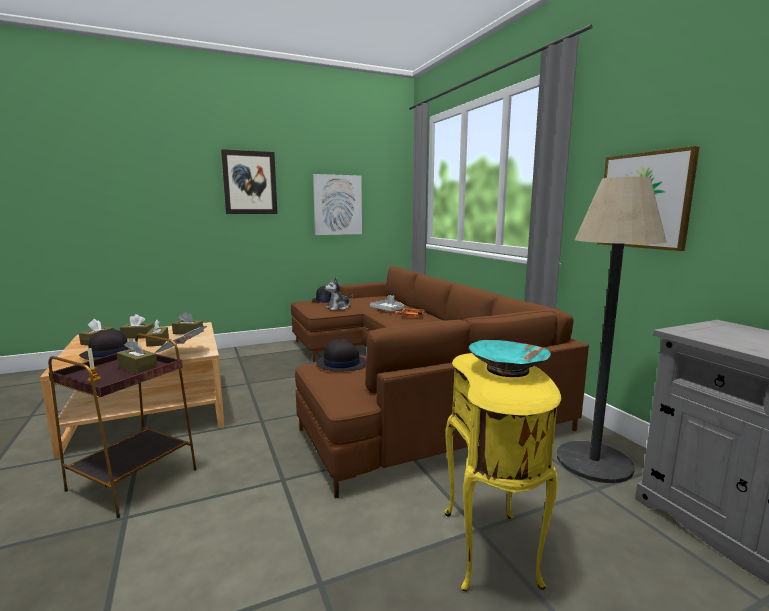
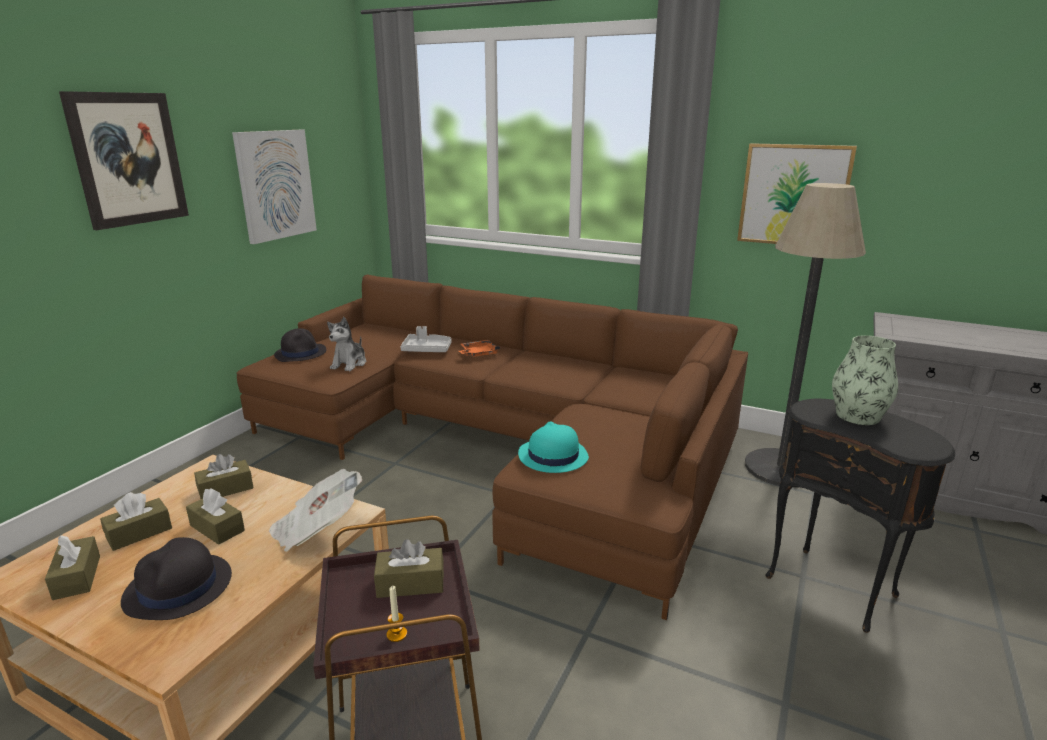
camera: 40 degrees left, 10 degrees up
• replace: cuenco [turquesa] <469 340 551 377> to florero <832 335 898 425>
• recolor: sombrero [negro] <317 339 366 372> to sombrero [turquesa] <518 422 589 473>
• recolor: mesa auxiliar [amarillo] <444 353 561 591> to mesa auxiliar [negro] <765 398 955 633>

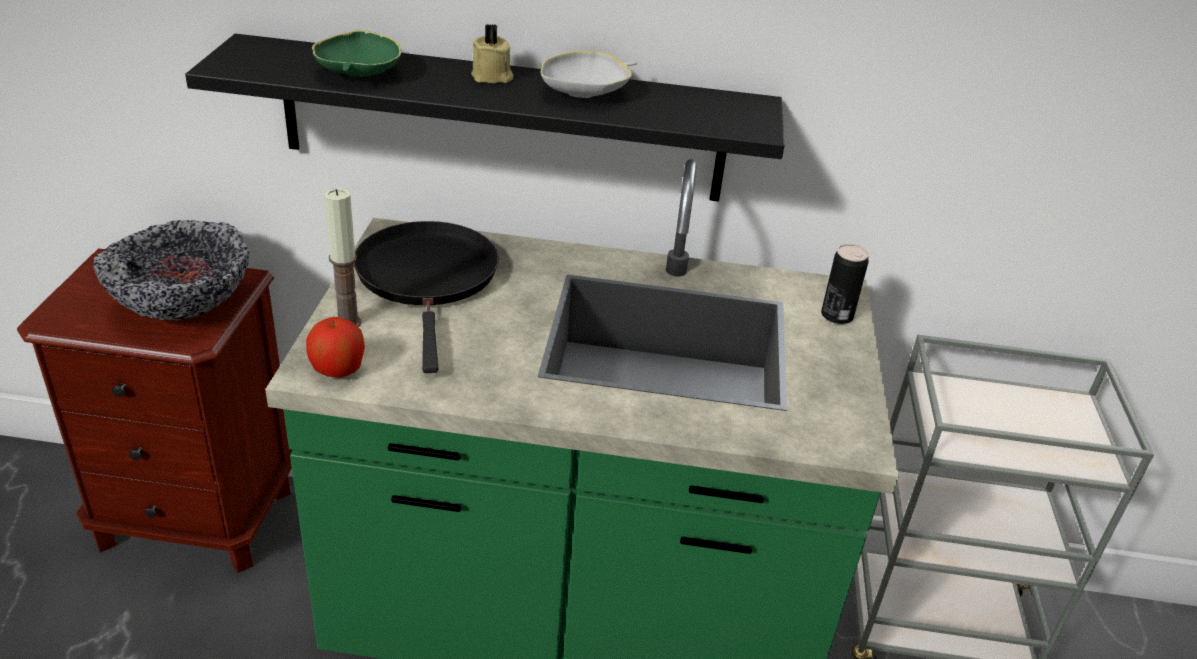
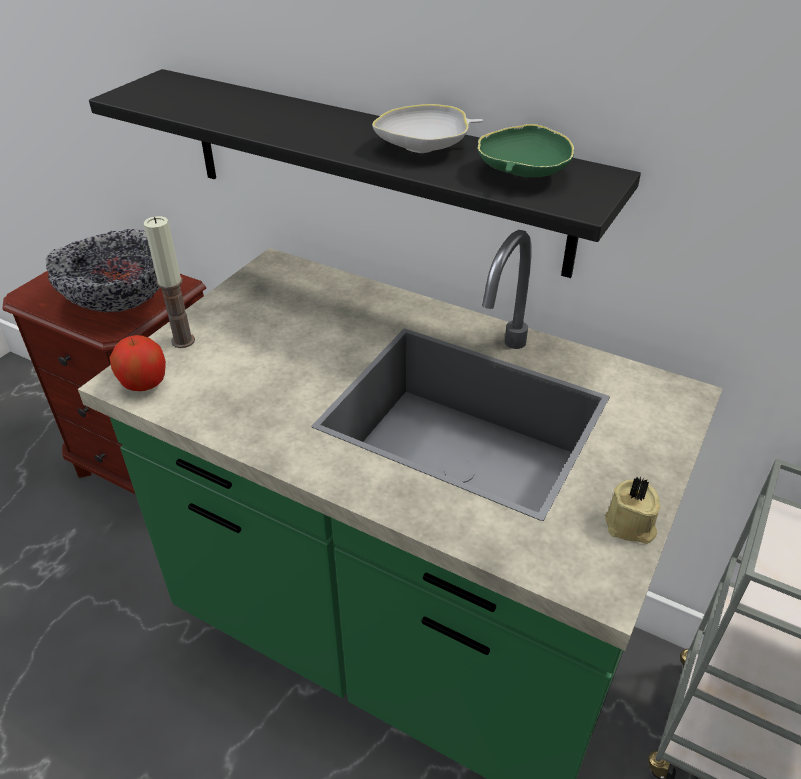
camera: 25 degrees right, 5 degrees up
• delete: sartén [negro] <354 221 499 373>
• delete: lata <821 244 869 324>
• move: cuenco [verde] <312 30 401 77> to <478 124 574 178>
• move: vela [beis] <471 24 513 83> to <605 476 661 544>

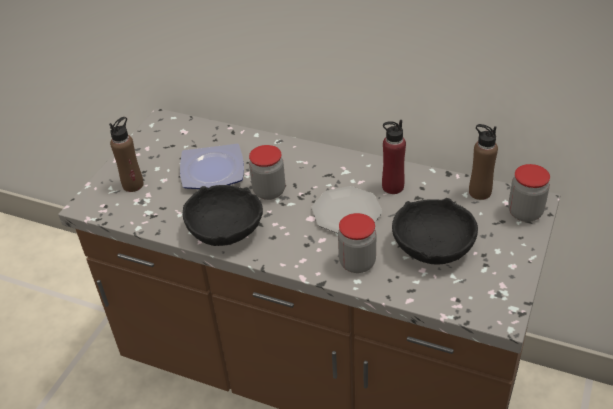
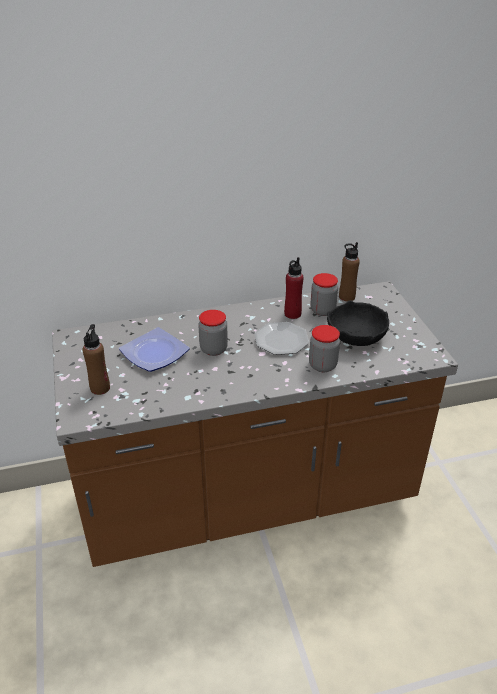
camera: 40 degrees left, 5 degrees down
• delete: cuenco [negro] <182 185 263 246>
• move: tarro <508 164 550 222> to <310 273 338 316>

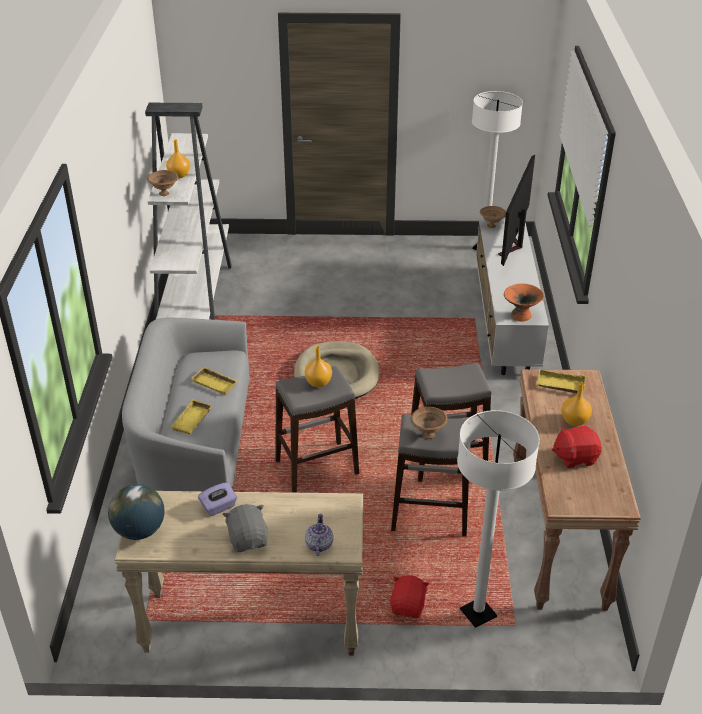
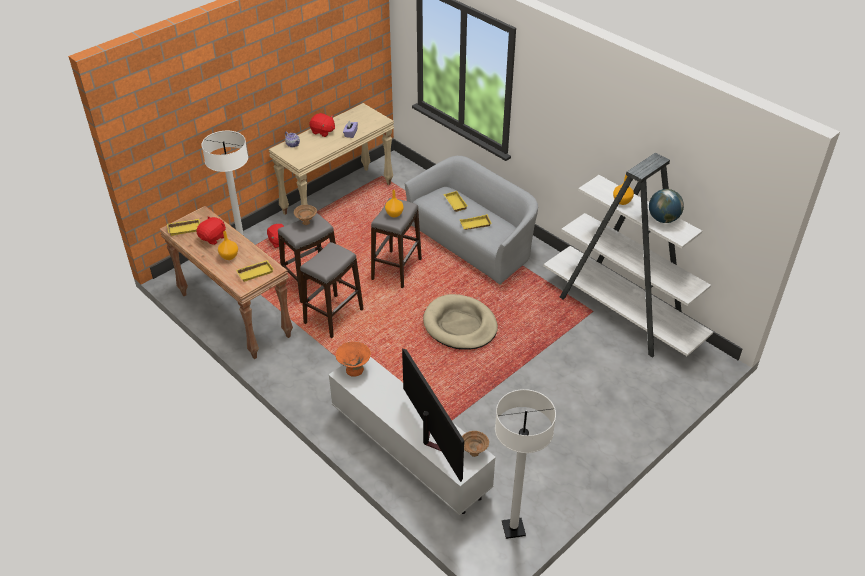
camera: 135 degrees right, 5 degrees up
• delete: cuenco [marrón] <147 170 178 196>
• insert: bandeja [amarillo] <167 219 200 236>
• move: globo terráqueo <108 484 165 540> to <649 189 684 223>
• recolor: peluche [gris] <223 504 268 552> to peluche [rojo] <309 113 335 137>

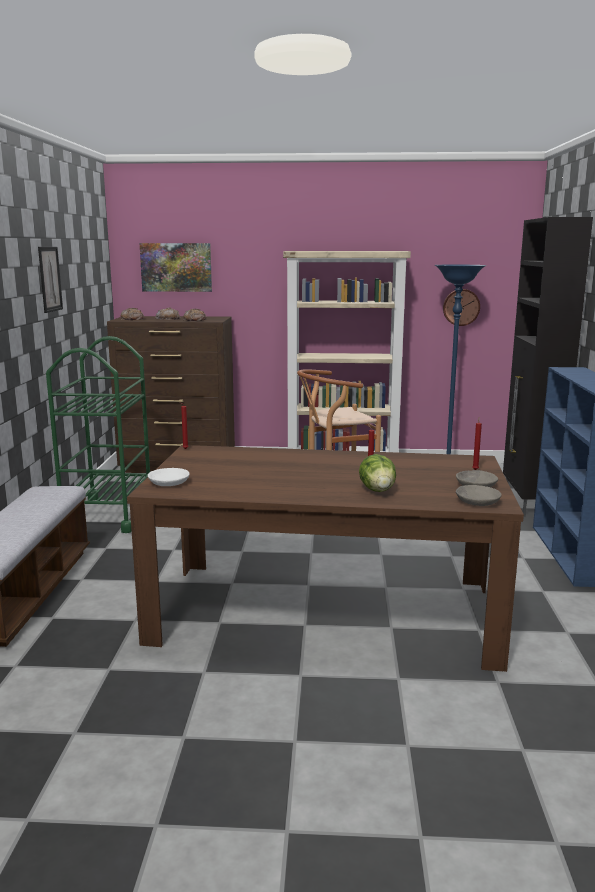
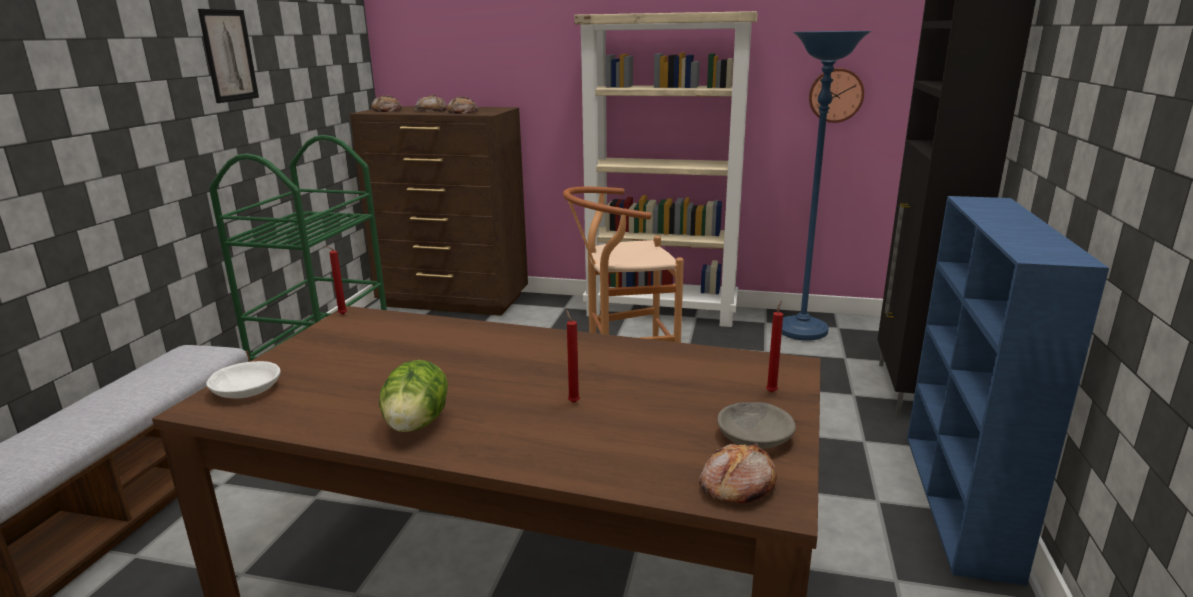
camera: 10 degrees right, 5 degrees up
• delete: cuadro <139 243 212 292>
• move: lechuga <359 454 396 492> to <379 360 448 432>
• replace: cuenco [gris] <456 485 502 506> to pan <699 444 777 503>

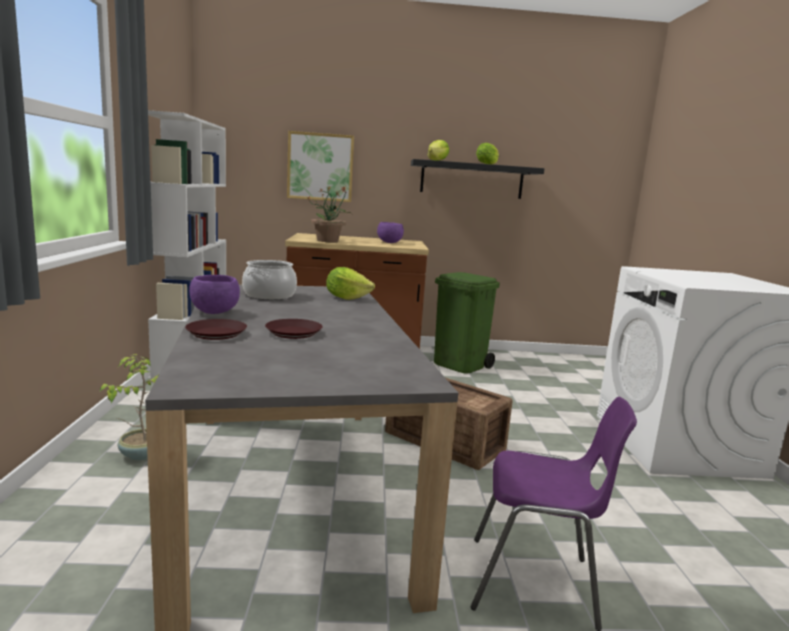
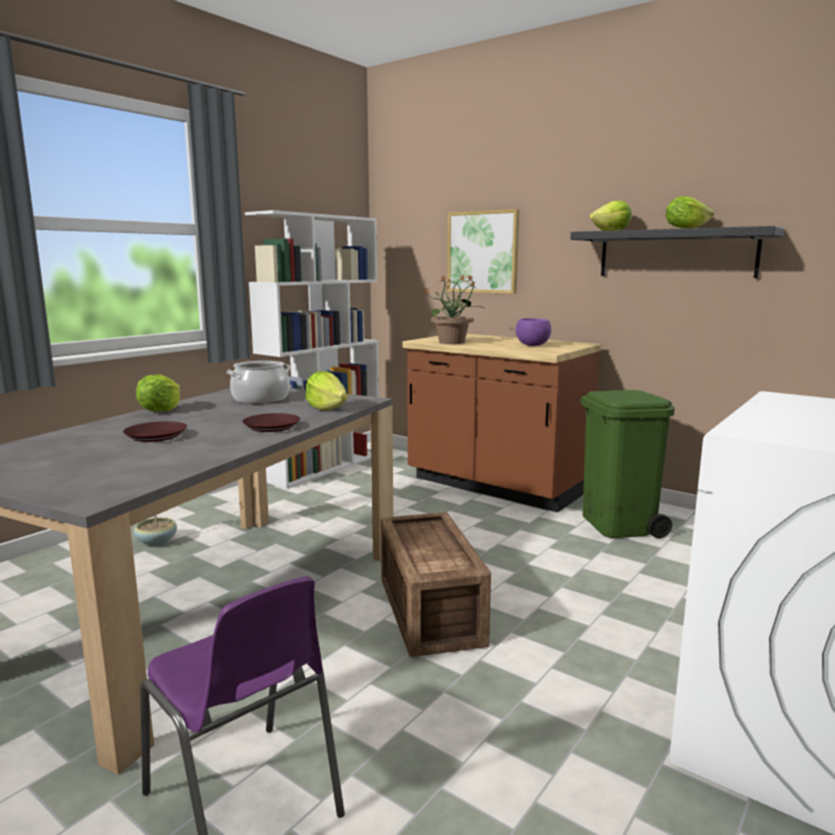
camera: 40 degrees right, 0 degrees up
• move: plato [marrón] <185 319 247 340> to <242 413 300 432>
• replace: cuenco [morado] <189 275 240 314> to lechuga <136 374 181 412>

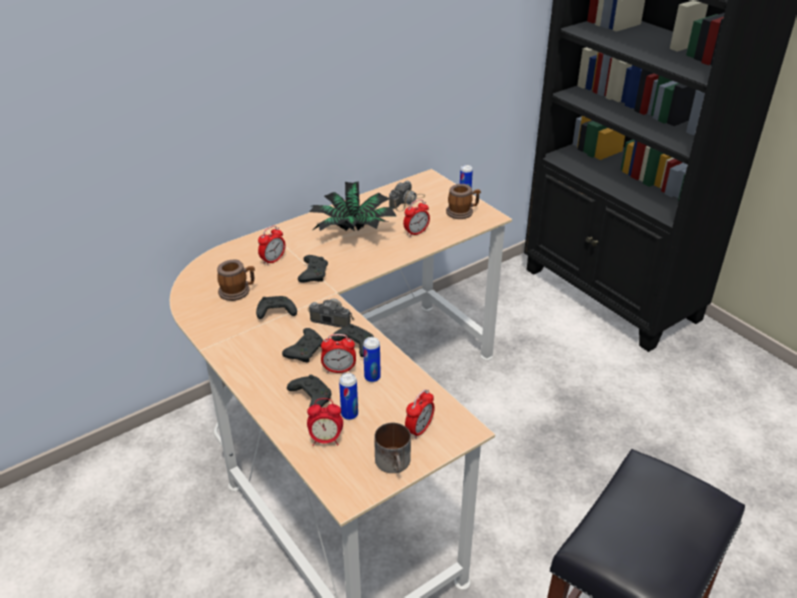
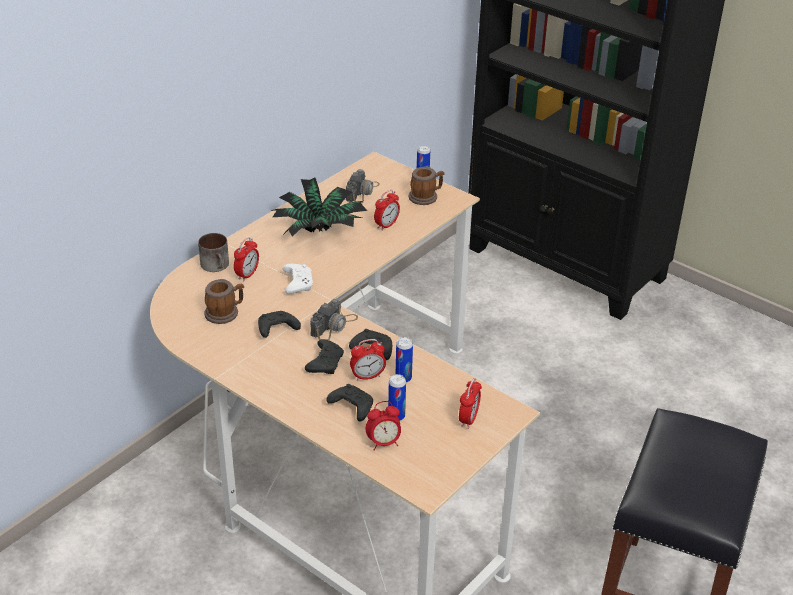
camera: 15 degrees left, 0 degrees up
• move: taza grande <374 423 411 473> to <198 233 229 272>
• recolor: mando de consola [negro] <298 255 328 282> to mando de consola [blanco] <283 264 313 294>
• rotate: cámara <307 298 355 328> = <310 299 358 340> 120 degrees clockwise

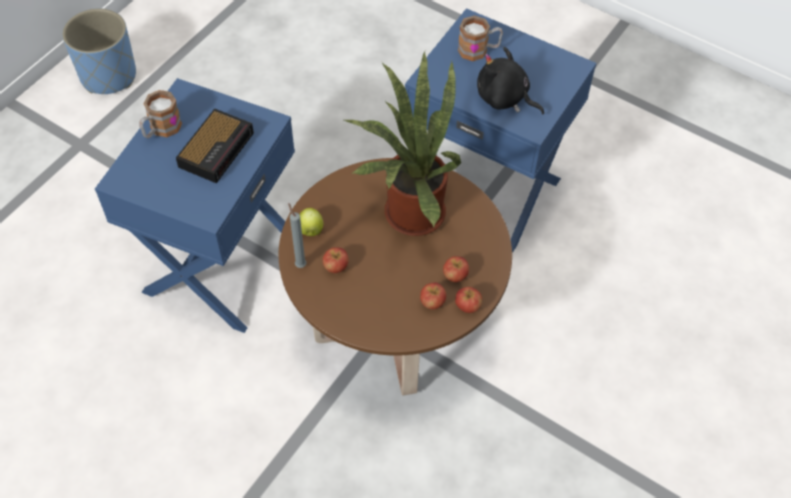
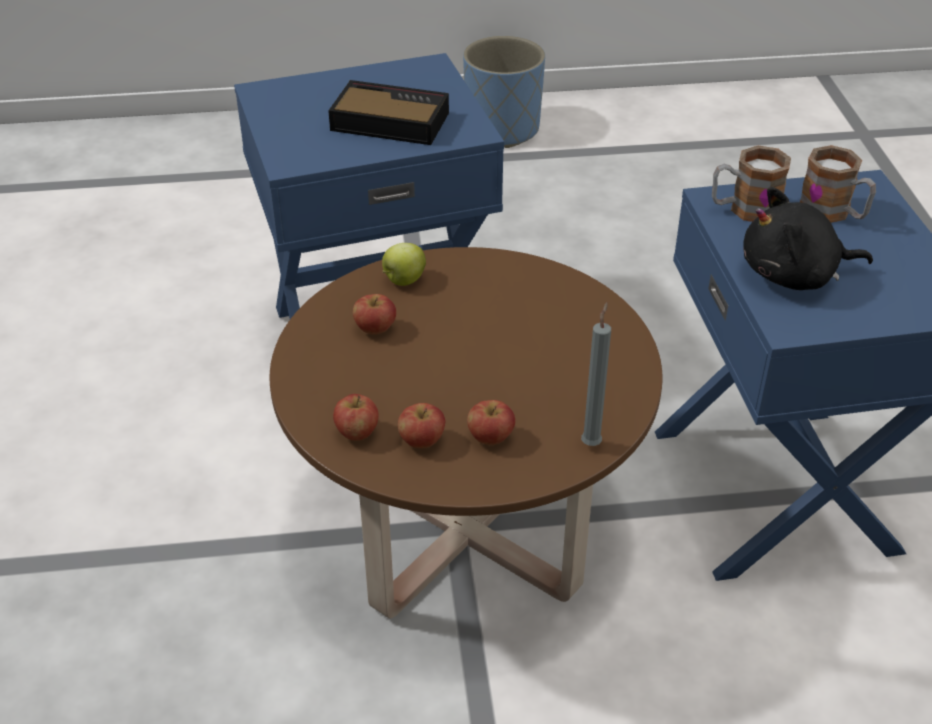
camera: 50 degrees right, 15 degrees down
• delete: planta en maceta <342 51 461 236>
• move: taza grande <139 90 182 138> to <712 146 791 222>
• move: vela [gris] <288 203 306 268> to <581 302 611 446>
• move: manzana <455 287 482 313> to <333 394 379 441>
• rotate: despertador <176 108 254 183> = <328 80 449 145> 150 degrees counterclockwise
• rotate: peluche [negro] <477 47 544 114> = <743 187 873 290> 90 degrees counterclockwise

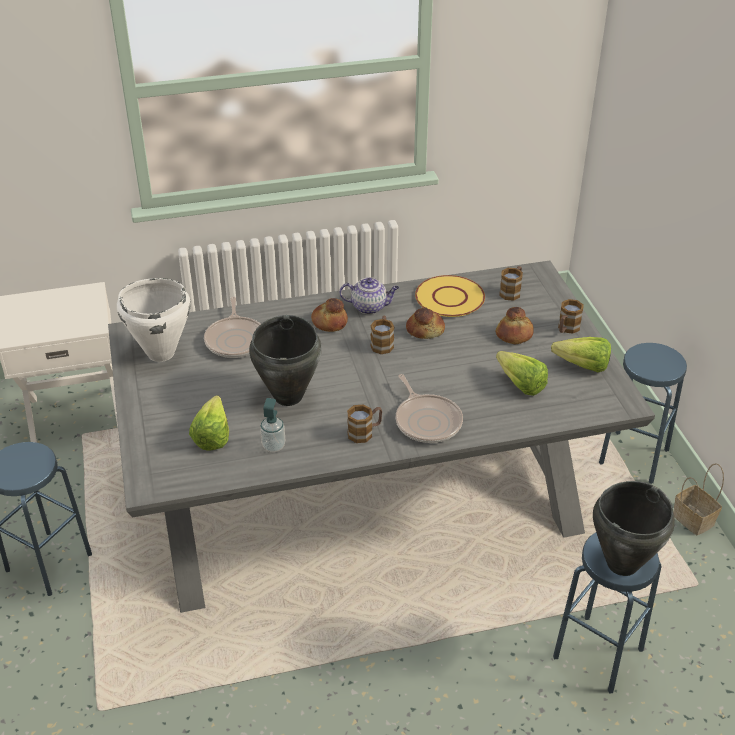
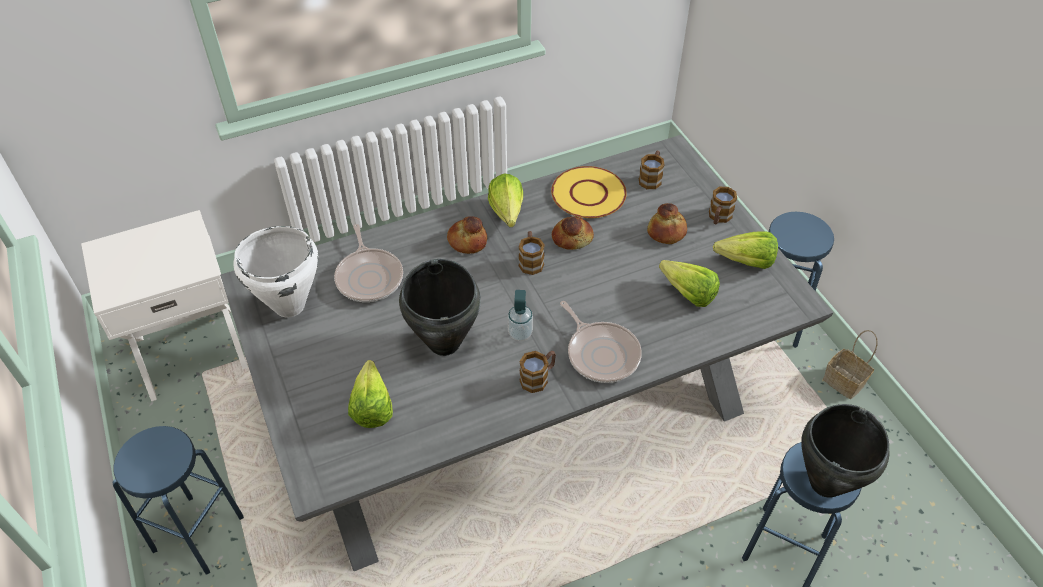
camera: 10 degrees left, 10 degrees up
• move: dispensador de jabón <260 398 285 452> to <508 290 533 341>
• replace: tetera <339 277 399 314> to lechuga <488 173 523 227>

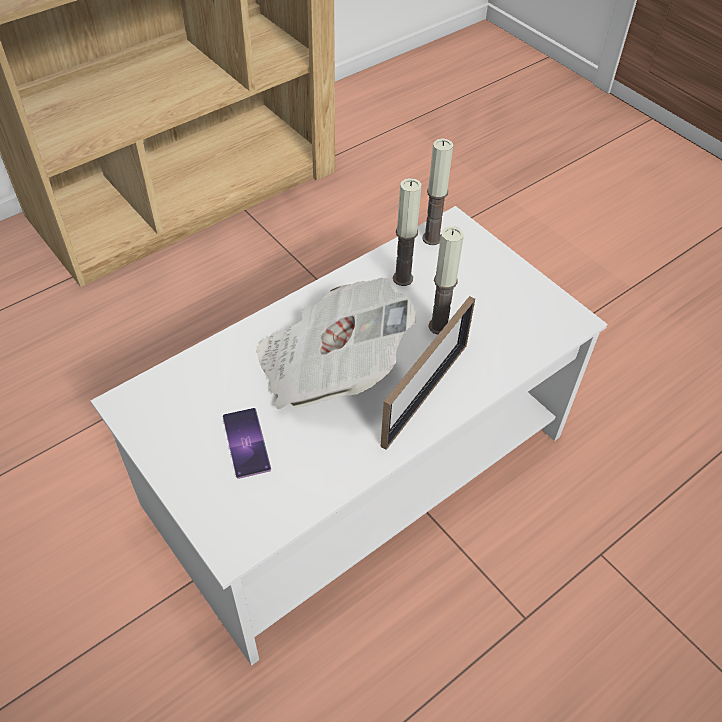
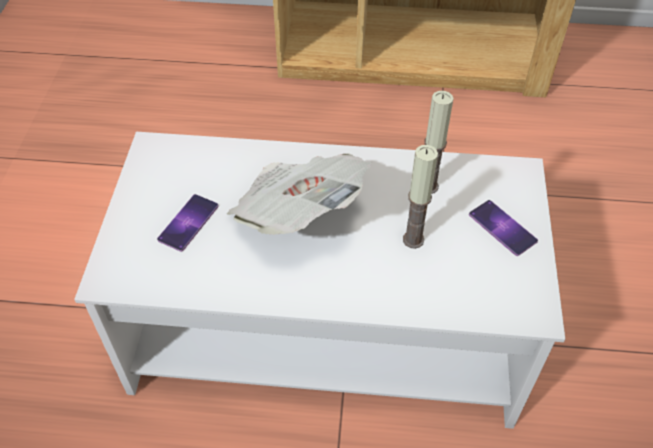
camera: 45 degrees right, 0 degrees up
• delete: portarretratos <380 296 475 450>
• delete: vela <422 138 453 245>
• insert: móvil <469 200 538 256>

